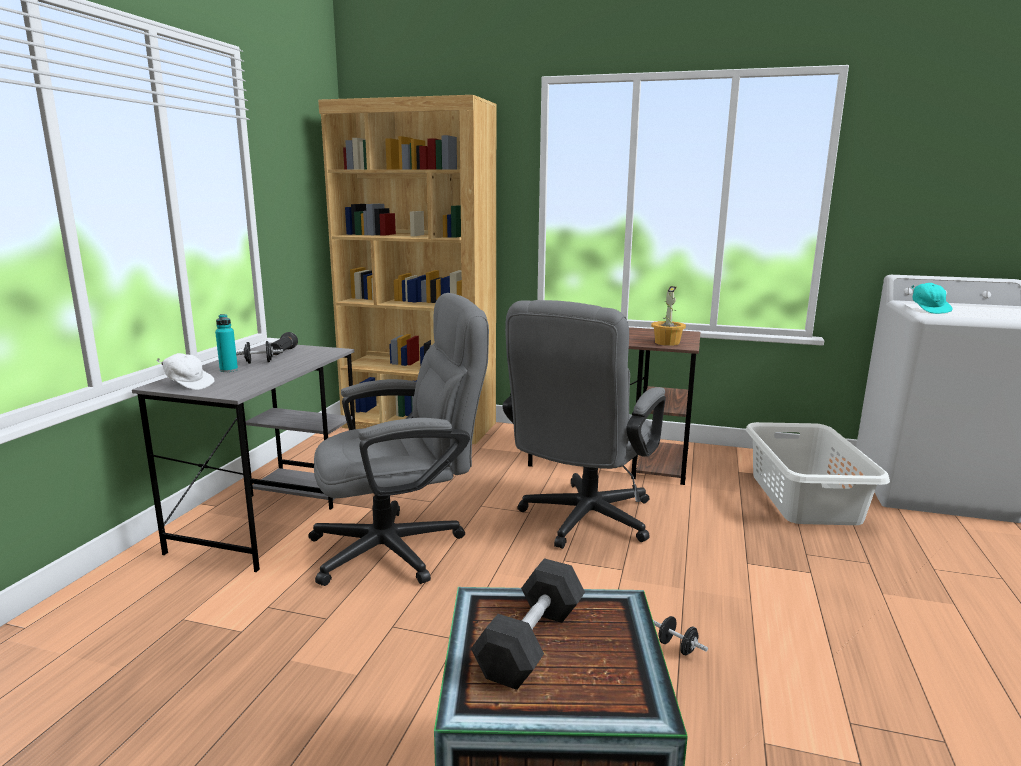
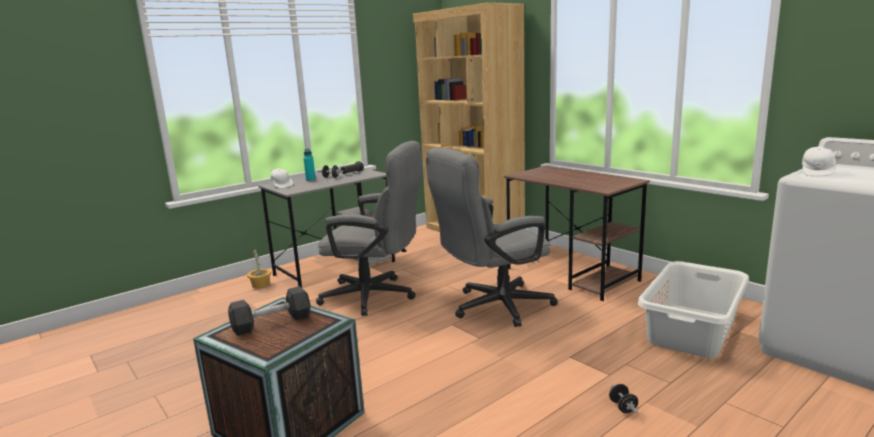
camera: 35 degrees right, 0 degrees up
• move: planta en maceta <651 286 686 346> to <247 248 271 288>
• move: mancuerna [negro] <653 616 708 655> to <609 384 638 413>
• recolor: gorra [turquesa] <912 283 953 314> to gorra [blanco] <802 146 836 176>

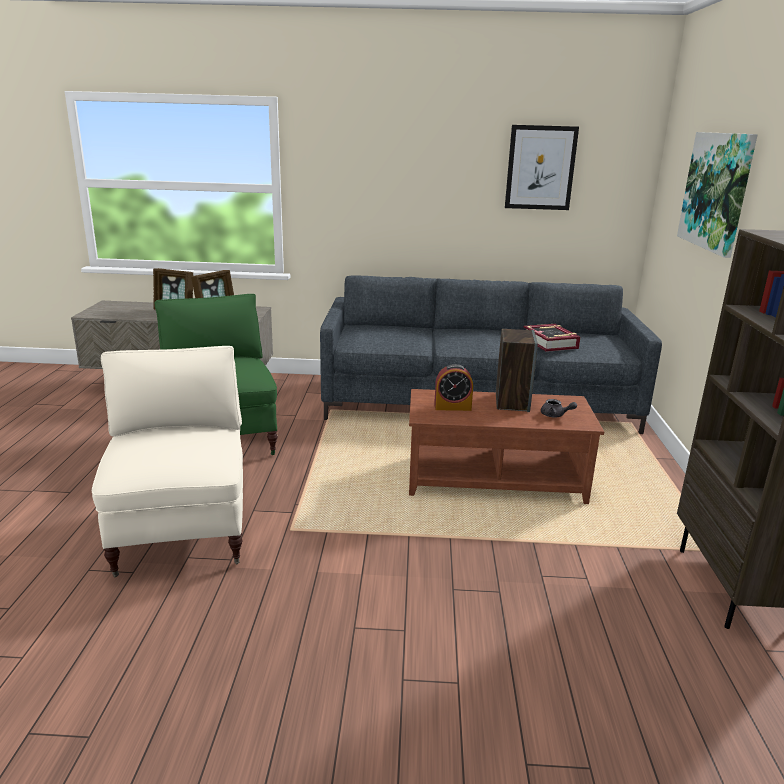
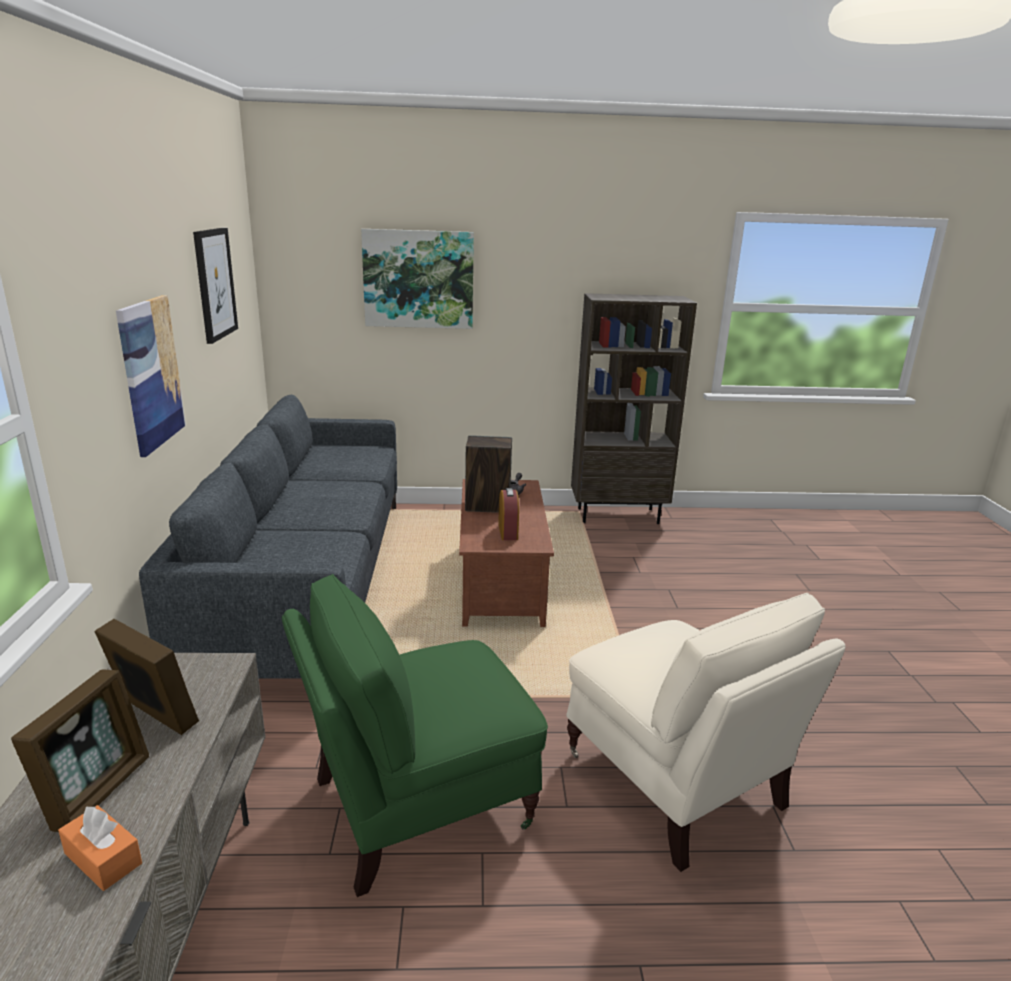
camera: 95 degrees left, 0 degrees up
• delete: libro <524 324 580 352>
• insert: caja de pañuelos [naranja] <58 805 142 891>
• insert: cuadro <116 295 186 457>
• rotate: sillón [beis] <92 346 243 577> = <566 593 846 872> 105 degrees counterclockwise

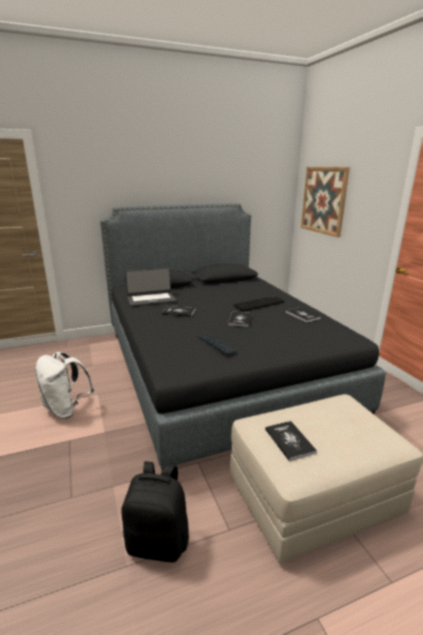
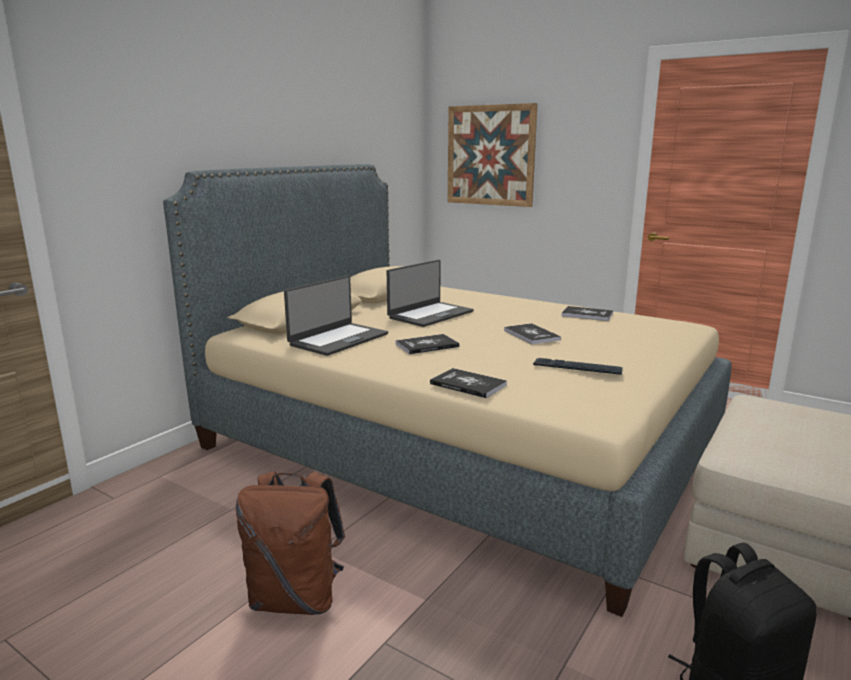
camera: 35 degrees left, 5 degrees down
• delete: teclado <234 296 284 312>
• insert: portátil <387 260 473 327>
• move: libro <265 421 317 461> to <430 368 507 398>
• recolor: mochila [blanco] <35 352 94 419> to mochila [marrón] <236 471 345 615>
• recolor: cama [negro] <100 203 386 470> to cama [beis] <163 164 732 617>

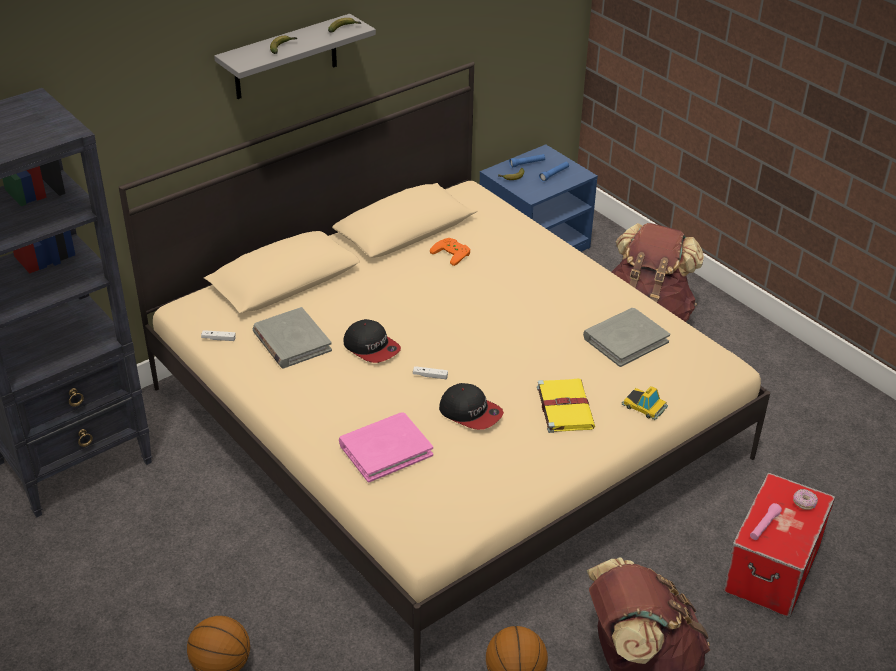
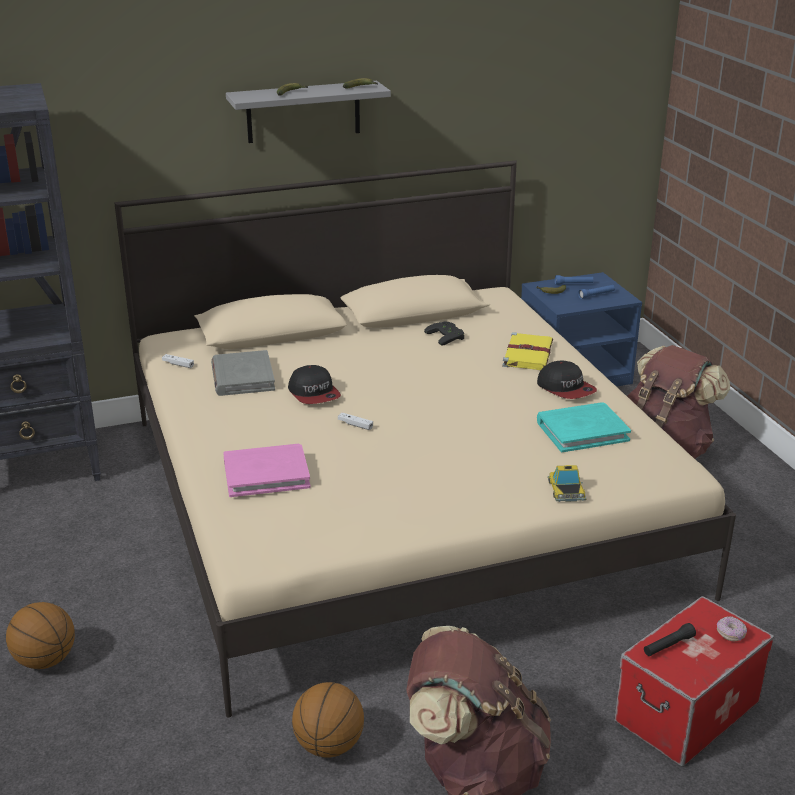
camera: 20 degrees right, 10 degrees down
• move: gorra <439 383 504 430> to <537 360 597 399>
• move: libro [amarillo] <537 379 595 433> to <502 332 553 370>
• recolor: mando de consola [naranja] <430 238 471 266> to mando de consola [negro] <424 321 464 346>
• recolor: libro [gris] <583 308 670 367> to libro [turquesa] <537 402 631 452>
• recolor: linterna [rosa] <750 503 782 540> to linterna [negro] <644 623 696 656>
• rotate: coche de juguete <621 386 668 420> = <548 465 586 502> 150 degrees counterclockwise

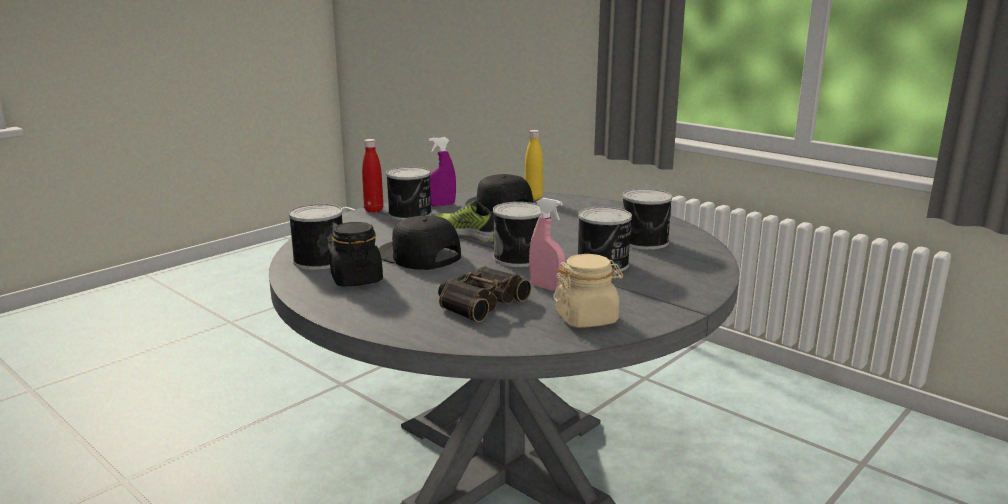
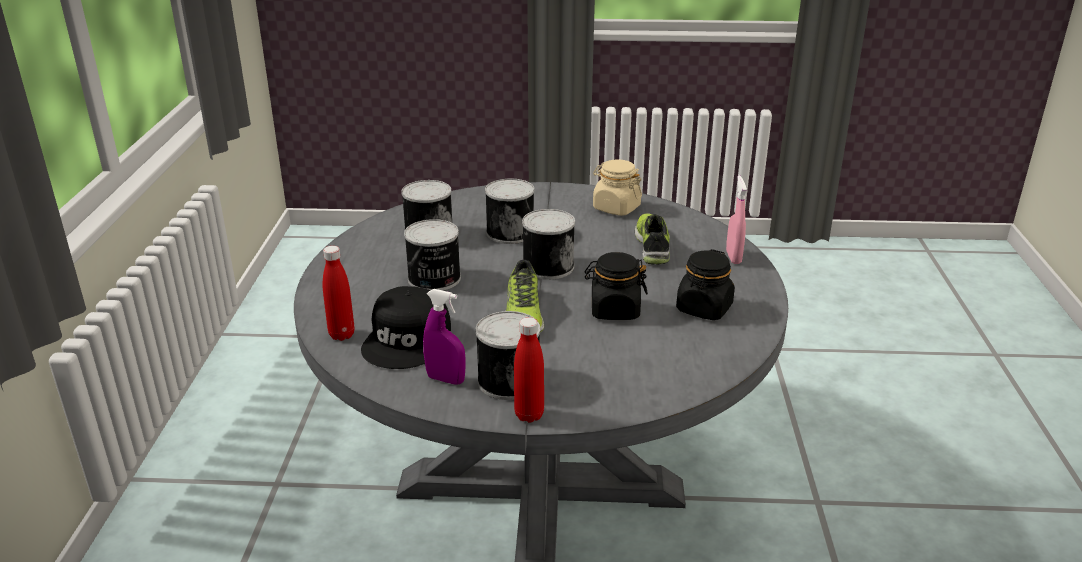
camera: 130 degrees left, 10 degrees up
• move: lata <288 204 343 270> to <404 219 461 291>
• move: pulverizador [rosa] <529 198 565 291> to <726 175 747 264>
• replace: gorra [negro] <379 215 461 270> to tarro [negro] <585 252 648 320>
• replace: prismáticos <438 266 531 322> to zapato <635 214 670 264>
• recolor: botella [amarillo] <525 130 543 200> to botella [rojo] <323 246 354 341>

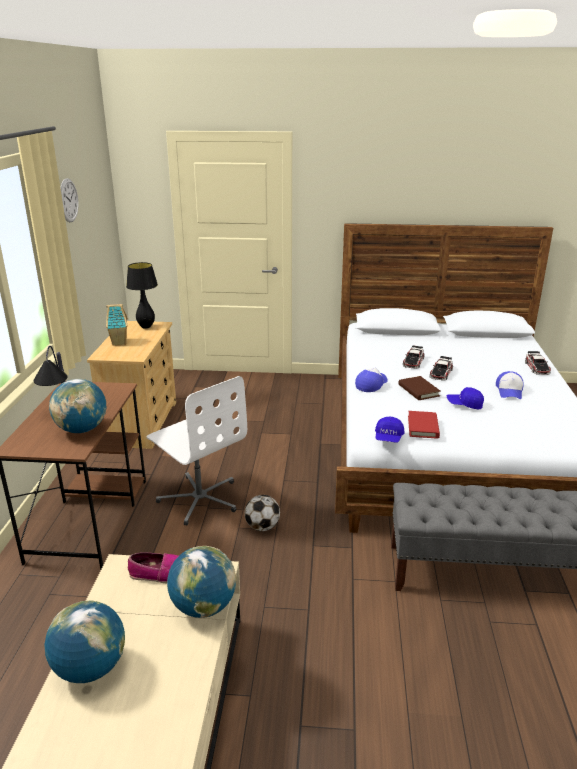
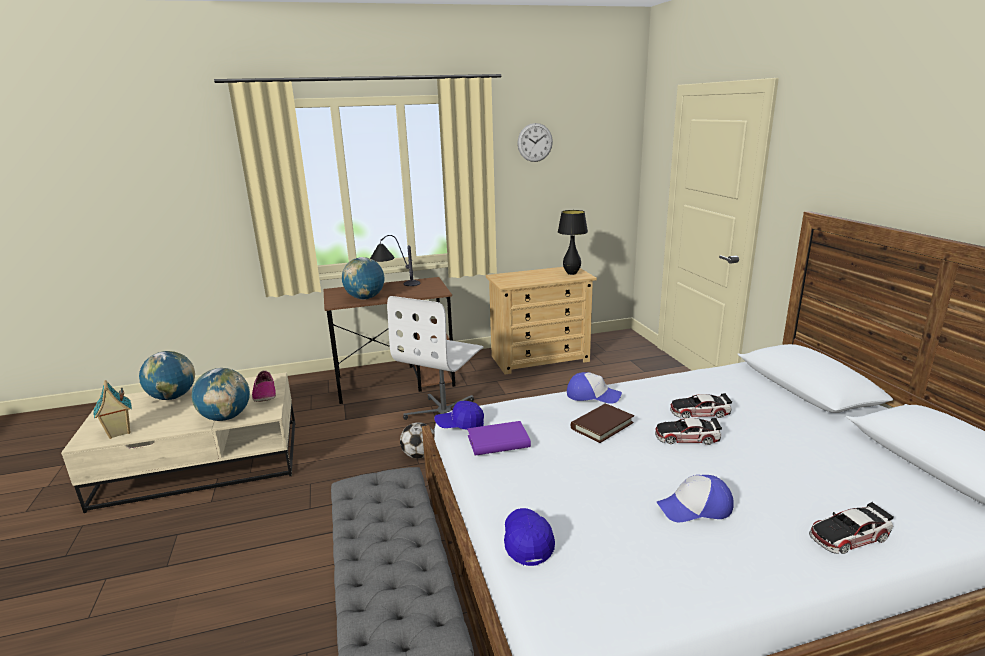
camera: 70 degrees right, 5 degrees down
• move: casita <106 304 128 346> to <94 380 132 439>
• move: gorra [azul] <447 387 484 409> to <504 508 555 566>
• recolor: libro [rojo] <408 411 440 438> to libro [morado] <467 421 531 456>

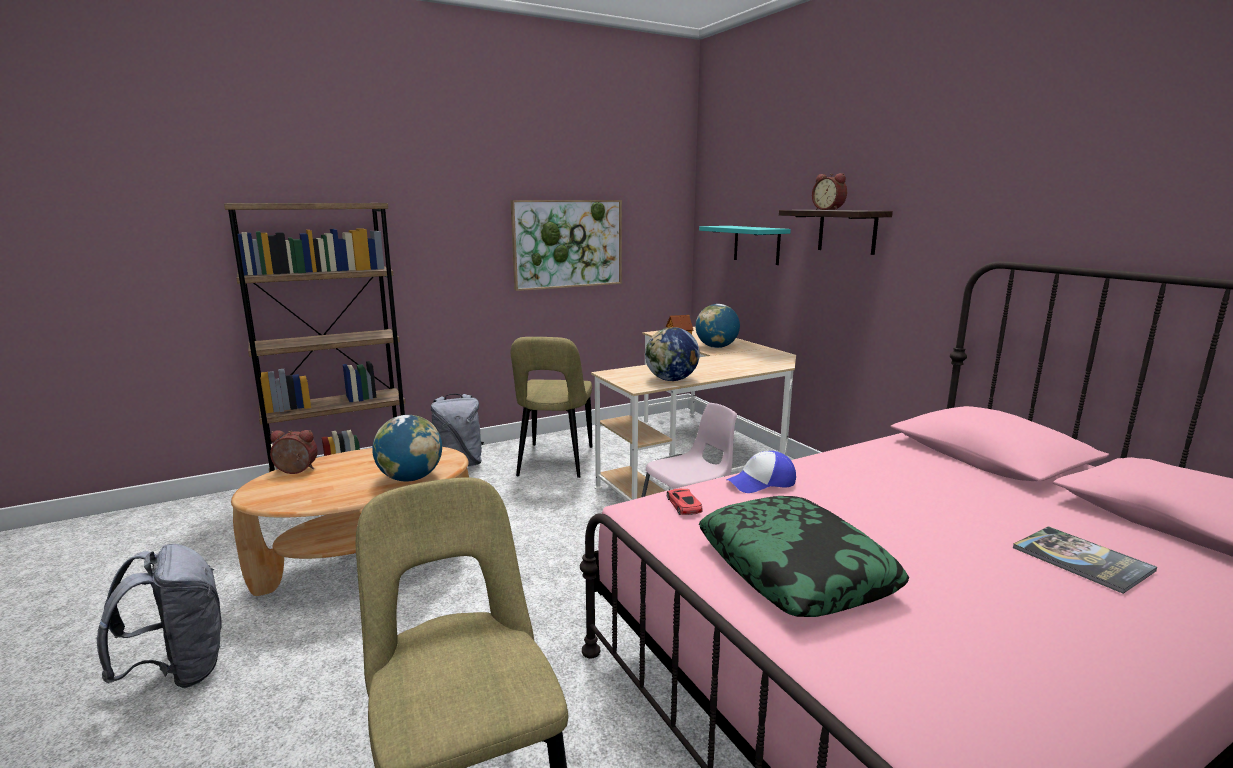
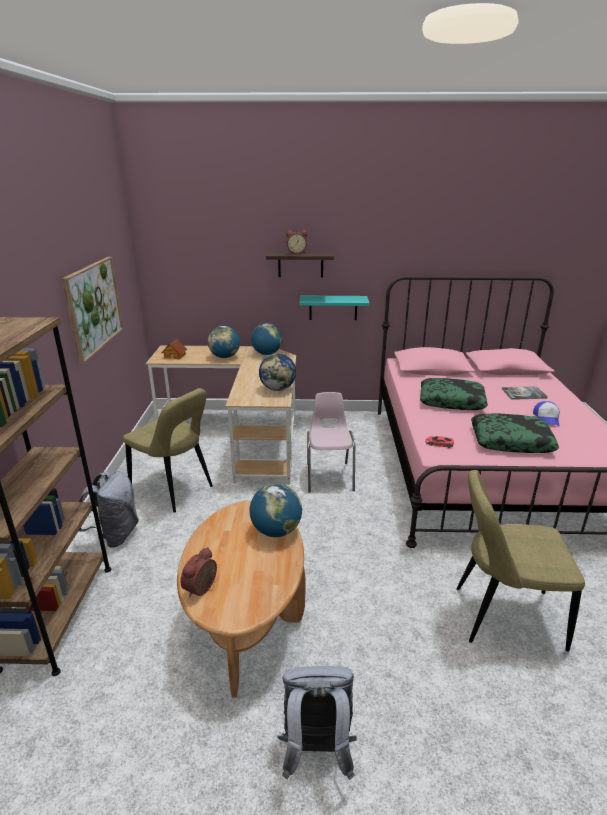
camera: 60 degrees left, 10 degrees up
• insert: globo terráqueo <251 323 283 355>
• insert: cojín <420 378 488 410>
• move: estante [turquesa] <699 226 791 265> to <299 296 369 320>
• move: gorra <727 451 796 493> to <533 401 560 426>

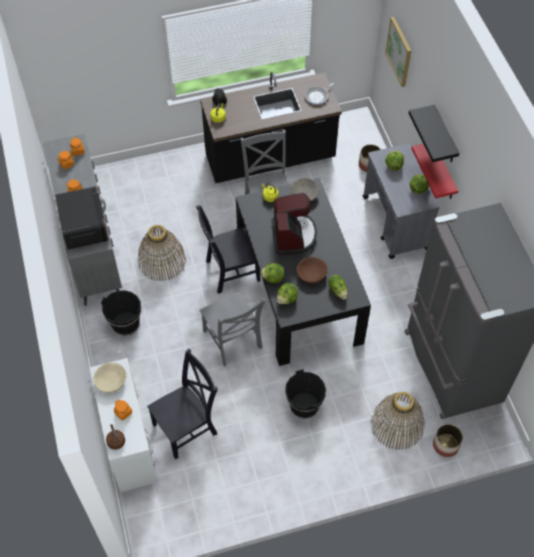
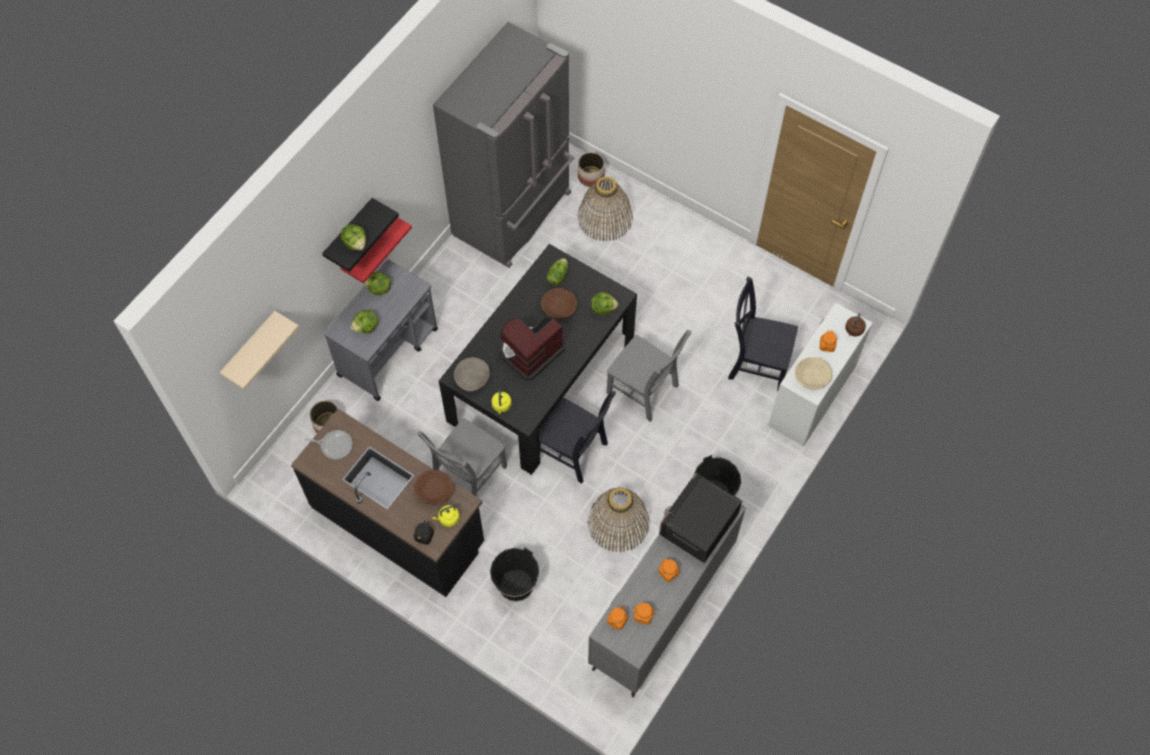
camera: 130 degrees left, 5 degrees up
• insert: cuenco [marrón] <414 470 454 505>
• move: lechuga <260 263 284 284> to <340 224 366 250>
• move: cubo [negro] <285 369 326 419> to <490 548 539 602>
• replace: cuadro <385 17 411 87> to estante [beis] <219 311 299 390>
• rotate: silla [gris] <200 292 266 366> = <606 330 692 422> 105 degrees clockwise

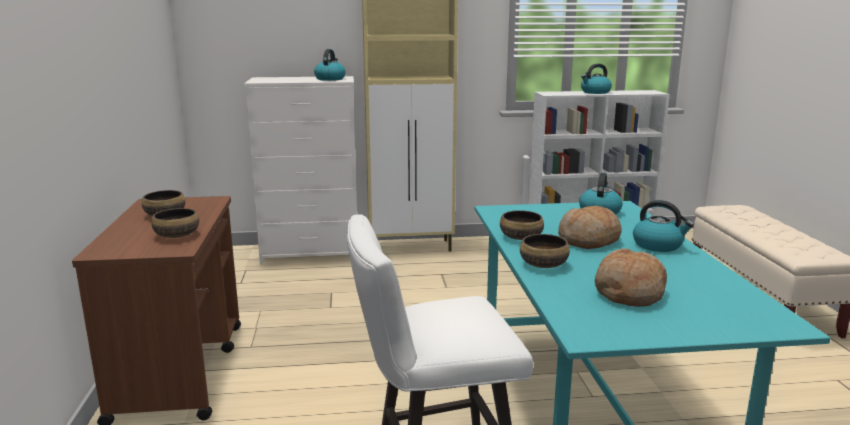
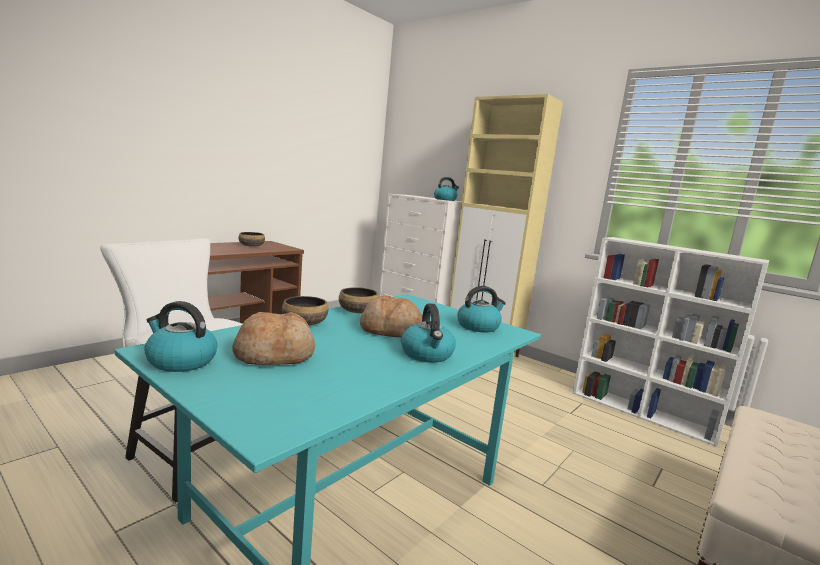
camera: 45 degrees right, 5 degrees down
• delete: cuenco <151 208 199 238>
• move: hervidor <581 64 612 94> to <144 301 218 372>

